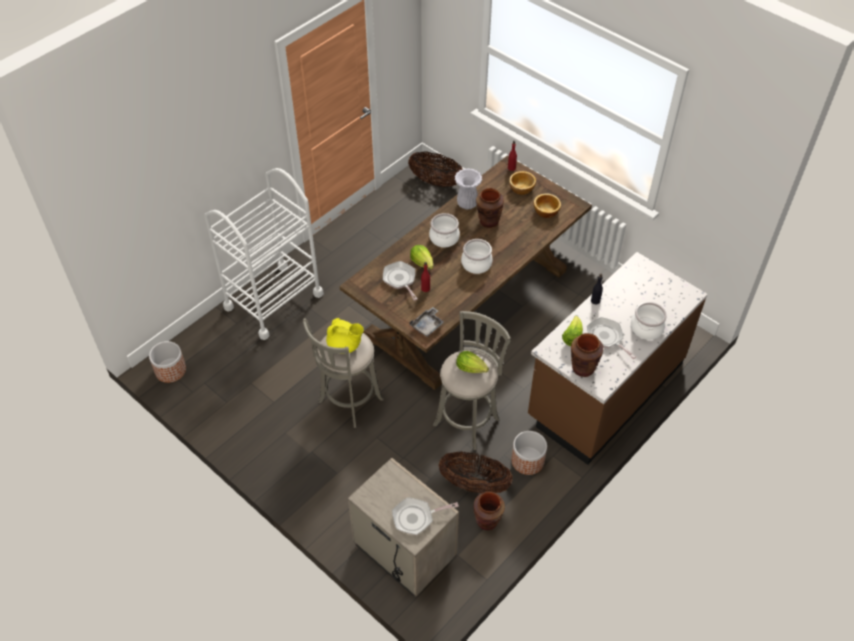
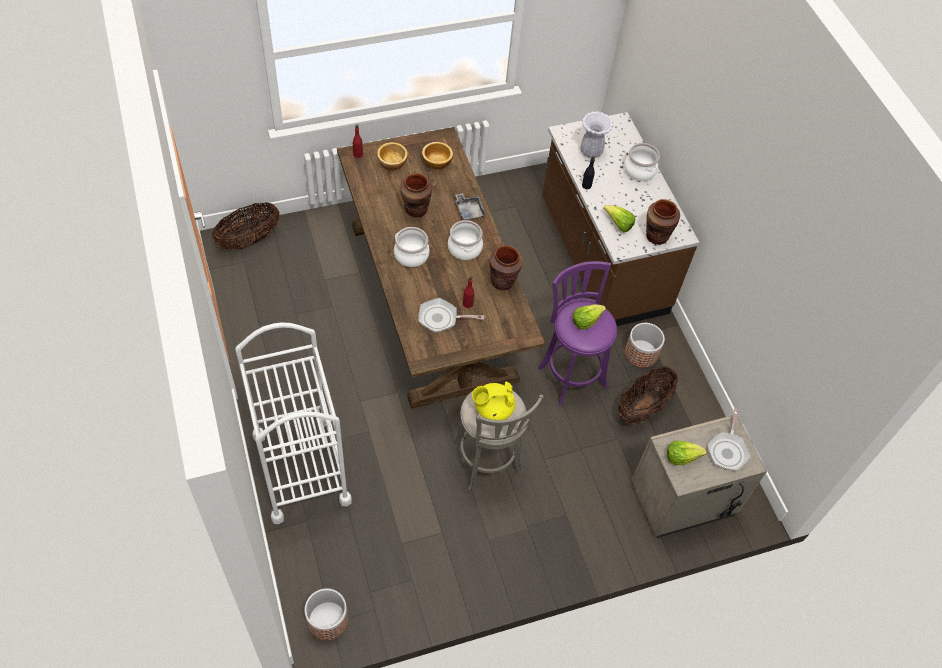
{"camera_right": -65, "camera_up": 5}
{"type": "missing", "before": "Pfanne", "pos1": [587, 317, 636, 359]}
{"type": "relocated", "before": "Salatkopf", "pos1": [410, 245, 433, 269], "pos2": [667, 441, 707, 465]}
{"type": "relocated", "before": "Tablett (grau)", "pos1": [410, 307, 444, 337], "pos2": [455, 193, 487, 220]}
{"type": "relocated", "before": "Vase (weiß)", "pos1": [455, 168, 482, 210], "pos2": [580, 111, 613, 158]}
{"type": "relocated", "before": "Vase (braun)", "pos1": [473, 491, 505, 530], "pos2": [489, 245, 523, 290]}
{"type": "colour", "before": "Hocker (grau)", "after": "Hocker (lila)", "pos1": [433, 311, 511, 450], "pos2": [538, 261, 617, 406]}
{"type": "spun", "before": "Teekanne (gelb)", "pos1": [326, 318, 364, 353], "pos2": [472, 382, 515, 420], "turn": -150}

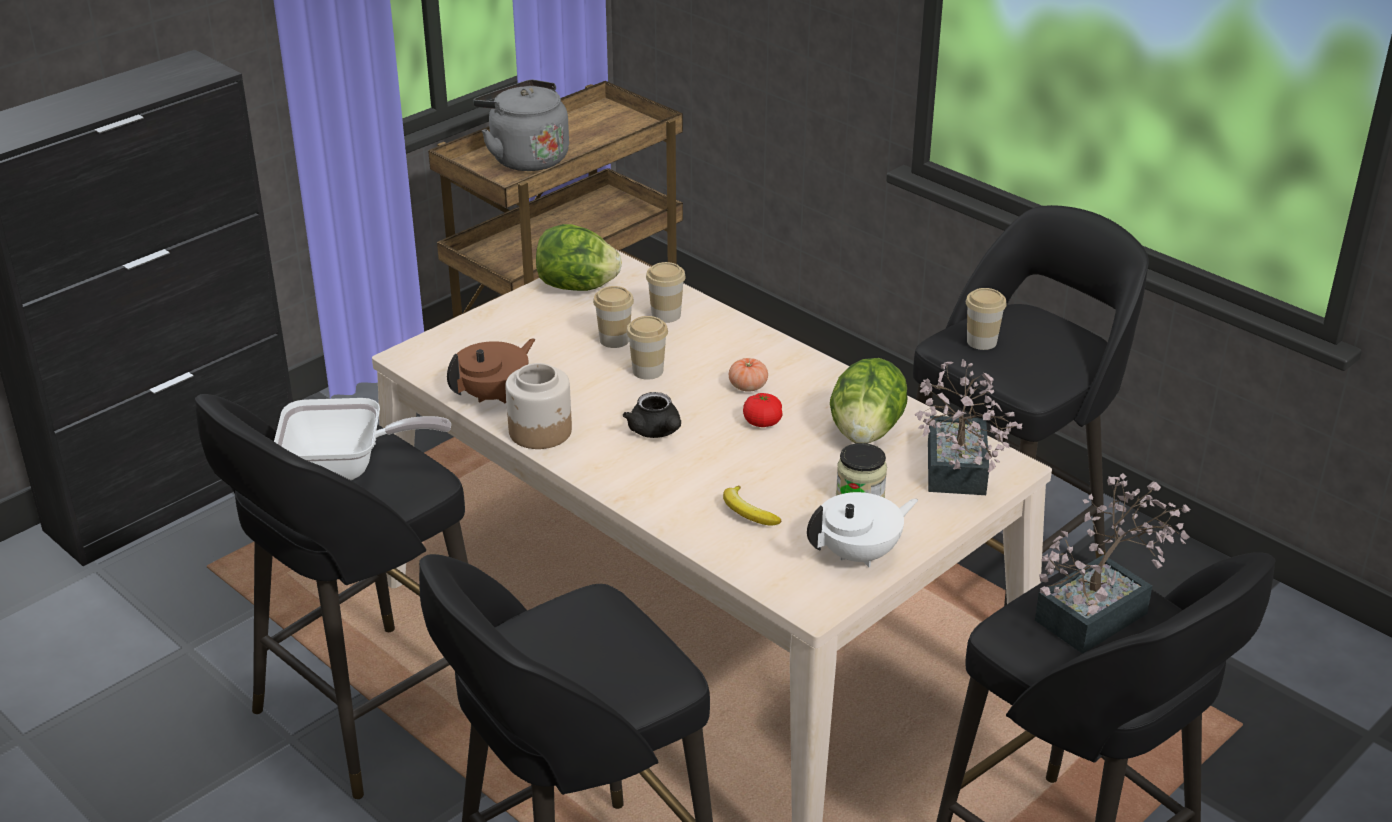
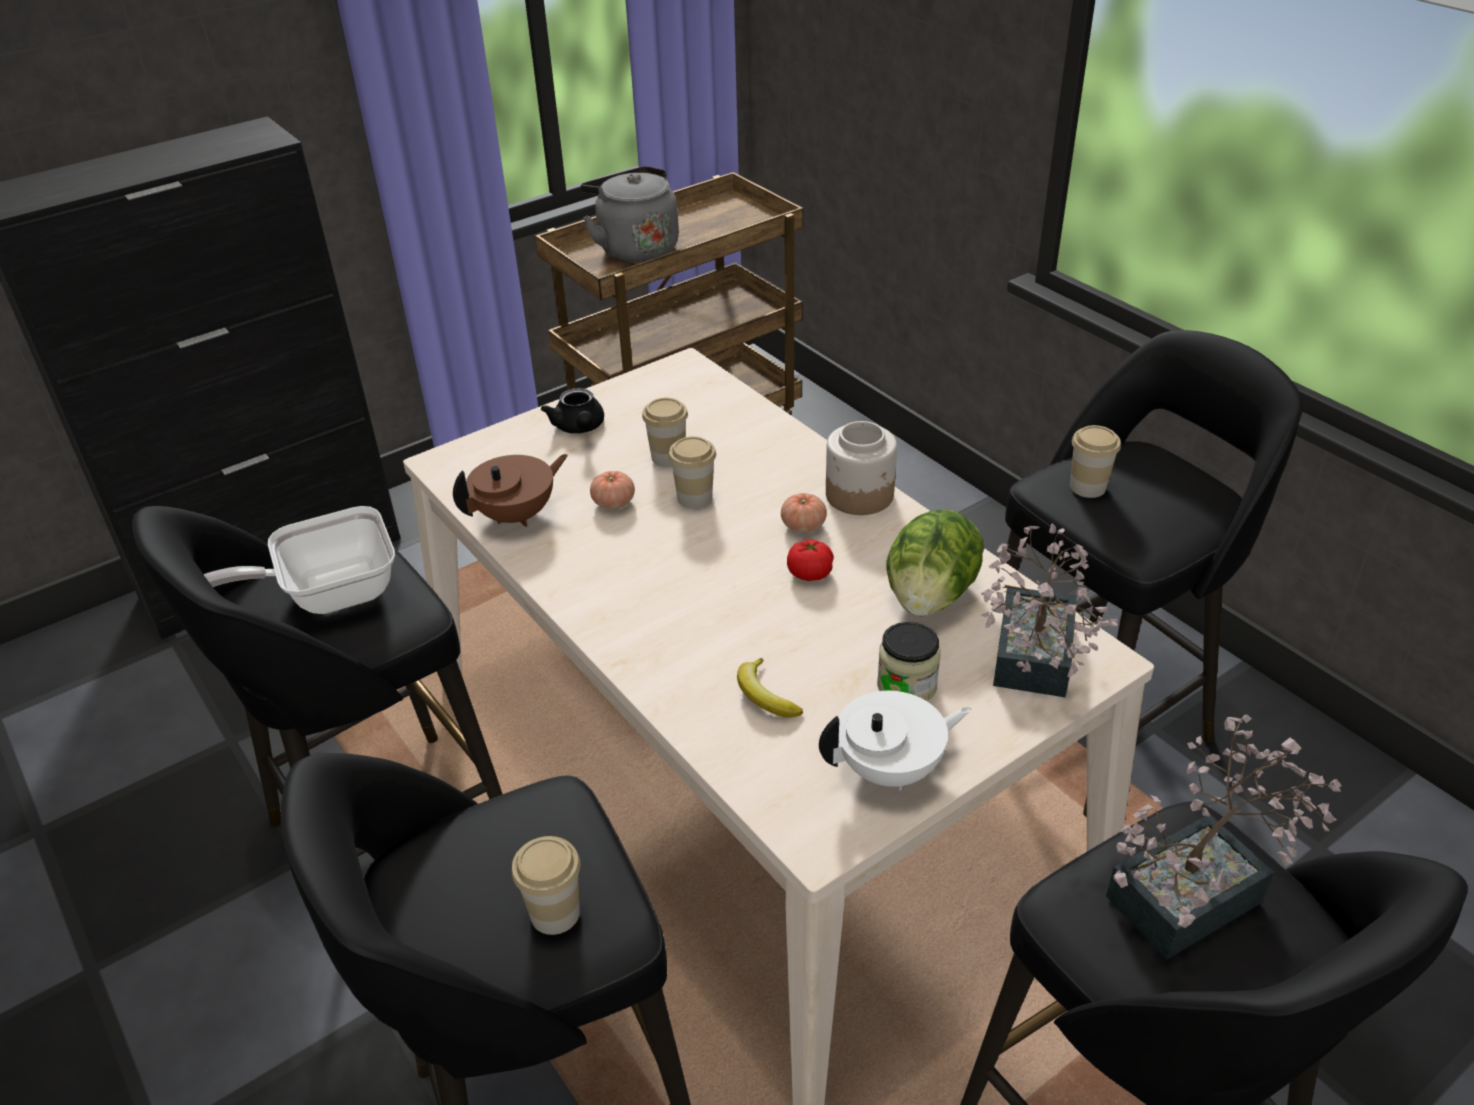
{"camera_right": 10, "camera_up": 5}
{"type": "missing", "before": "Salatkopf", "pos1": [536, 224, 622, 291]}
{"type": "appeared", "after": "Tomate", "pos2": [590, 471, 635, 509]}
{"type": "relocated", "before": "Vorratsglas", "pos1": [505, 363, 572, 449], "pos2": [826, 421, 897, 515]}
{"type": "relocated", "before": "Teekanne (schwarz)", "pos1": [623, 392, 681, 438], "pos2": [541, 388, 604, 433]}
{"type": "relocated", "before": "Tasse", "pos1": [646, 262, 686, 323], "pos2": [512, 836, 581, 935]}
{"type": "spun", "before": "Pfanne", "pos1": [274, 398, 451, 480], "pos2": [203, 506, 395, 614], "turn": 150}

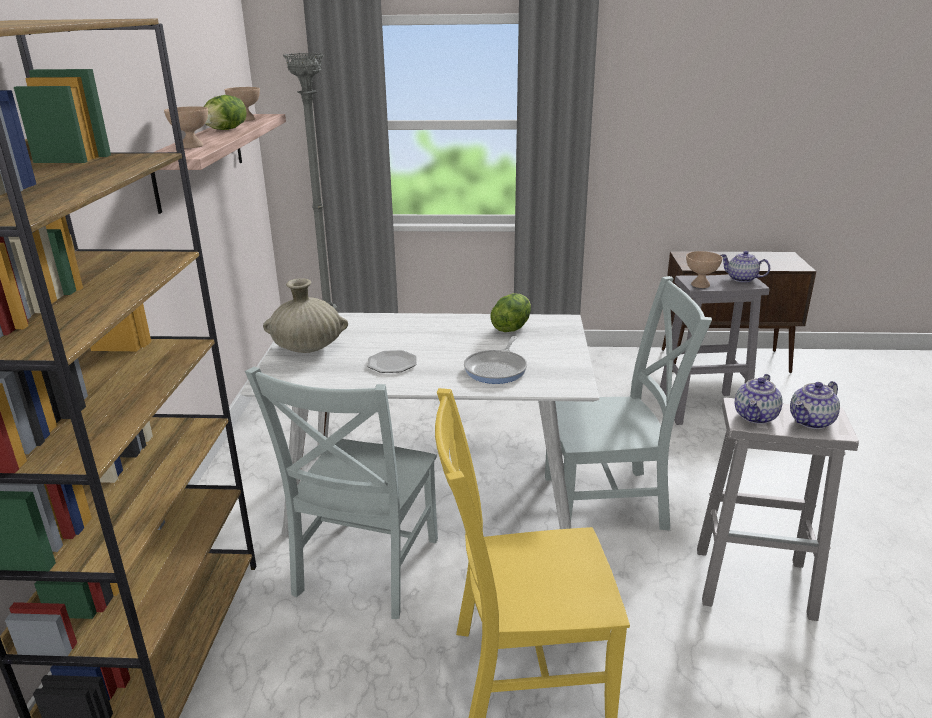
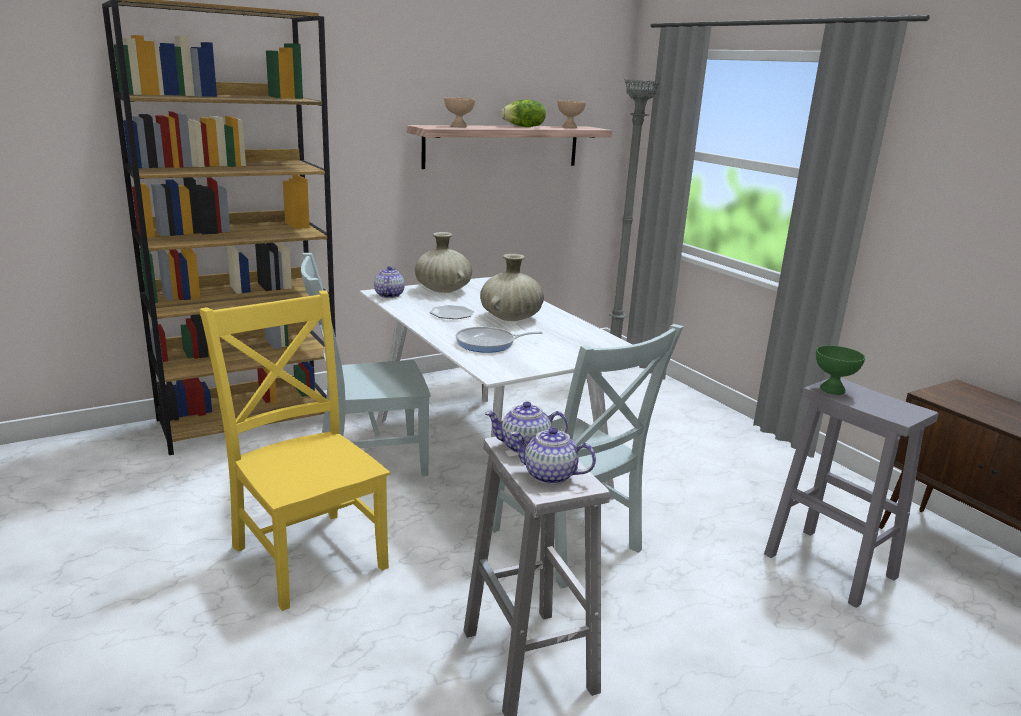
{"camera_right": 55, "camera_up": -5}
{"type": "missing", "before": "Salatkopf", "pos1": [491, 293, 531, 332]}
{"type": "appeared", "after": "Vase (beige)", "pos2": [480, 254, 544, 321]}
{"type": "relocated", "before": "Teekanne", "pos1": [720, 251, 770, 283], "pos2": [374, 266, 405, 298]}
{"type": "colour", "before": "Schüssel (beige)", "after": "Schüssel (grün)", "pos1": [686, 251, 722, 288], "pos2": [816, 345, 865, 395]}

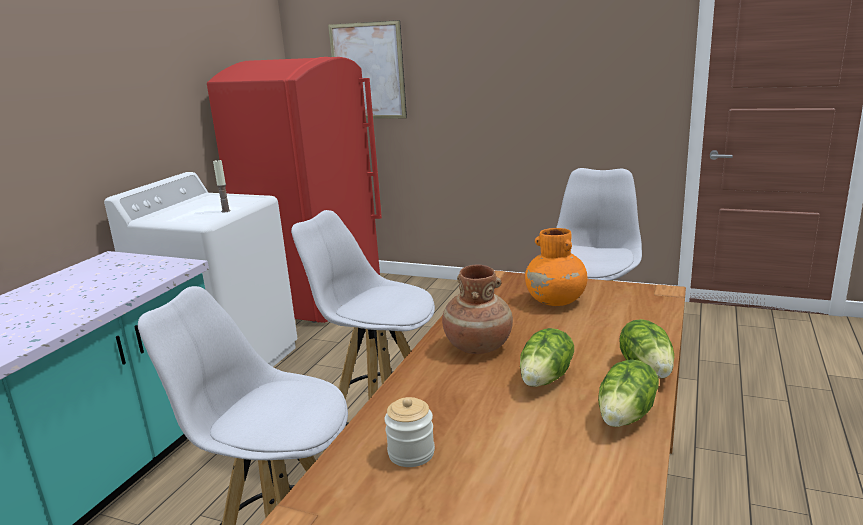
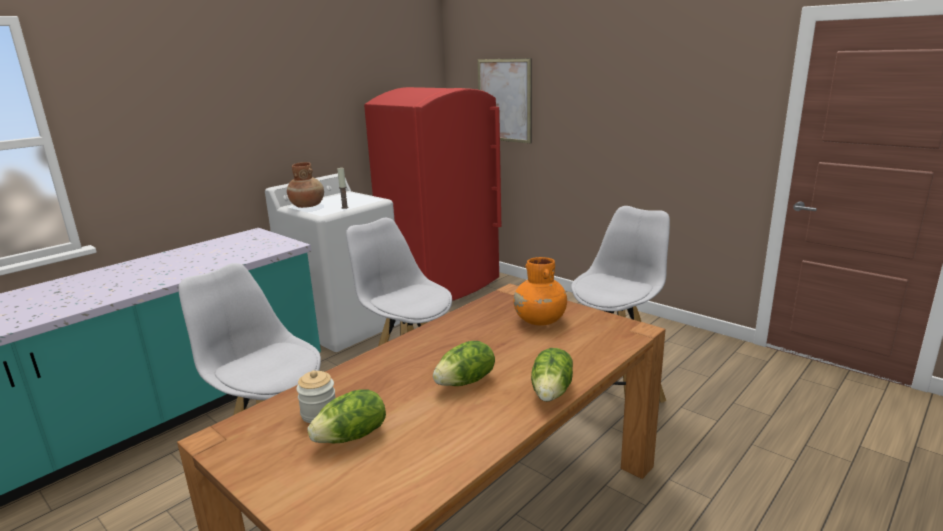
{"camera_right": 20, "camera_up": 0}
{"type": "relocated", "before": "Vase (braun)", "pos1": [442, 265, 513, 354], "pos2": [287, 162, 324, 208]}
{"type": "relocated", "before": "Salatkopf", "pos1": [598, 359, 659, 427], "pos2": [307, 389, 386, 443]}

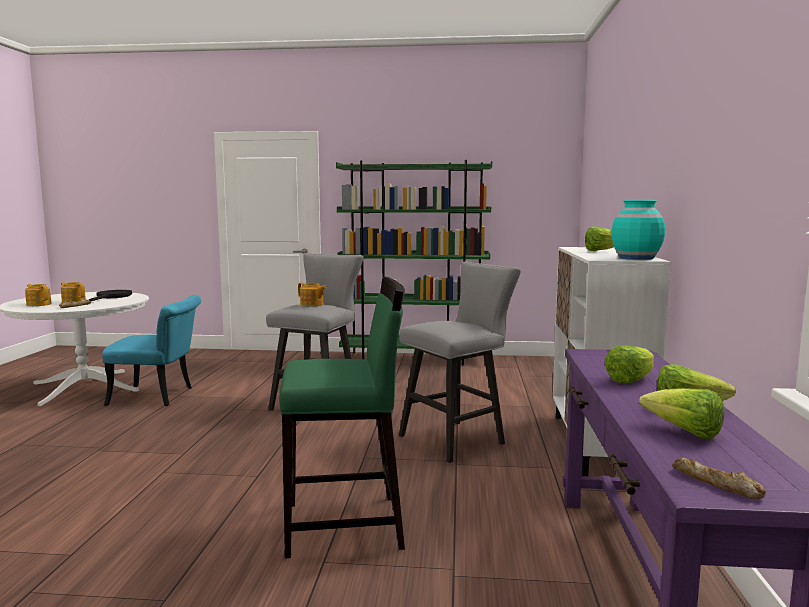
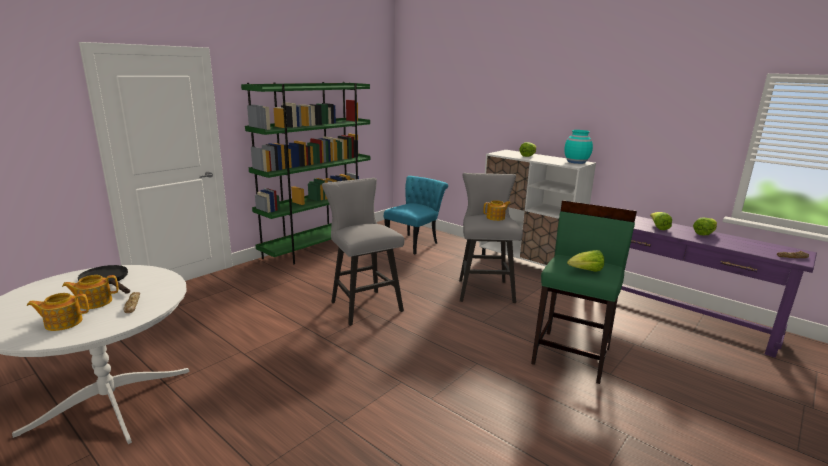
{"camera_right": -55, "camera_up": 10}
{"type": "relocated", "before": "Stuhl (türkis)", "pos1": [103, 295, 201, 406], "pos2": [384, 176, 448, 254]}
{"type": "relocated", "before": "Teekanne", "pos1": [298, 283, 327, 307], "pos2": [483, 200, 510, 221]}
{"type": "relocated", "before": "Salatkopf", "pos1": [639, 388, 724, 440], "pos2": [567, 250, 604, 272]}

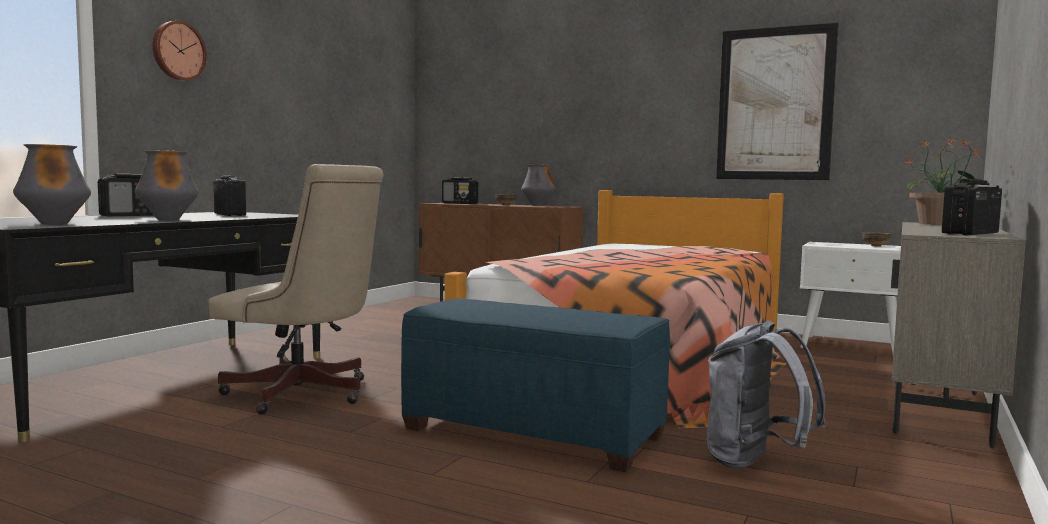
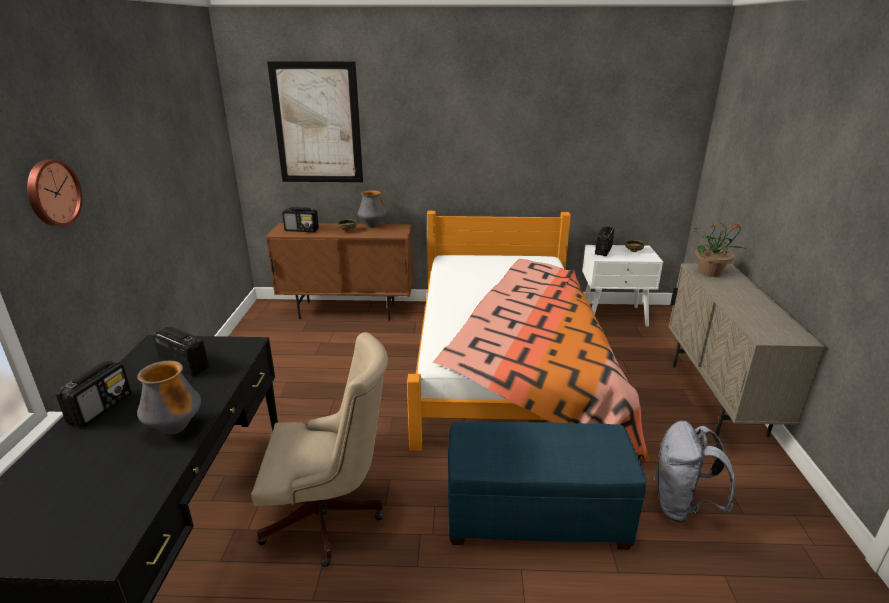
{"camera_right": -25, "camera_up": 20}
{"type": "missing", "before": "Vase", "pos1": [13, 144, 91, 225]}
{"type": "relocated", "before": "Bild", "pos1": [716, 22, 839, 180], "pos2": [267, 61, 363, 182]}
{"type": "relocated", "before": "Radio", "pos1": [942, 179, 1002, 235], "pos2": [595, 226, 614, 256]}

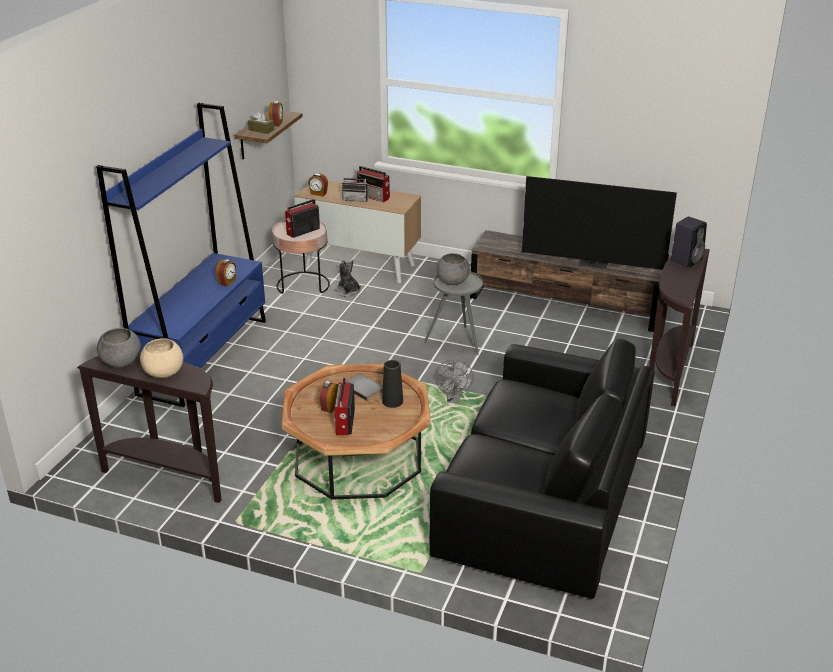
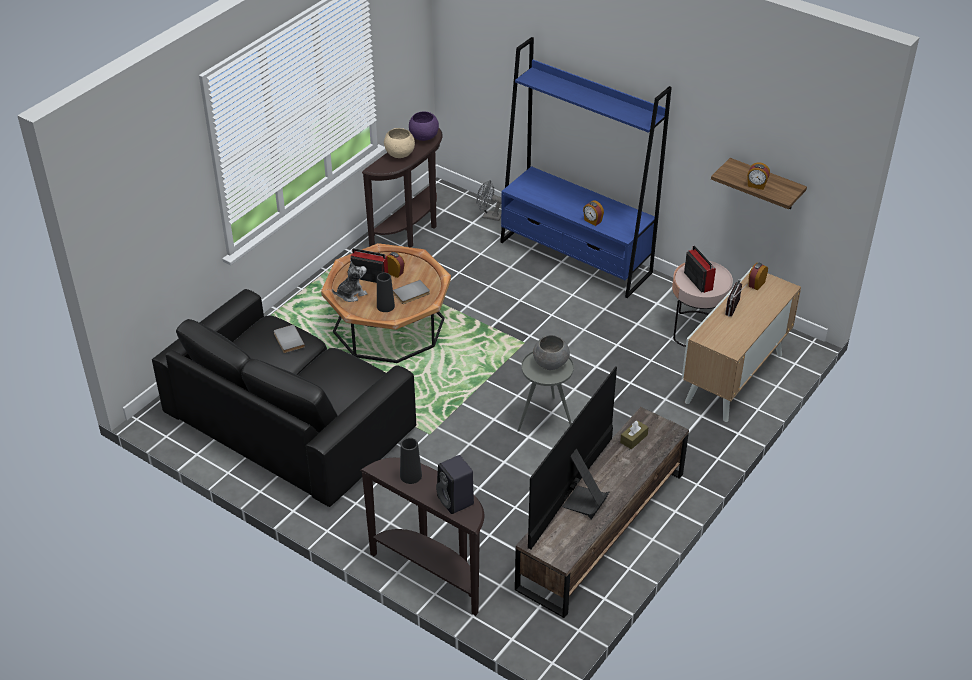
{"camera_right": 105, "camera_up": 10}
{"type": "missing", "before": "Radio", "pos1": [357, 166, 390, 202]}
{"type": "appeared", "after": "Buch (grau)", "pos2": [274, 324, 305, 353]}
{"type": "appeared", "after": "Vase (schwarz)", "pos2": [400, 438, 422, 484]}
{"type": "relocated", "before": "Taschentuchbox (braun)", "pos1": [248, 111, 274, 134], "pos2": [620, 420, 649, 449]}
{"type": "relocated", "before": "Plüschtier", "pos1": [334, 260, 361, 297], "pos2": [332, 261, 367, 302]}
{"type": "relocated", "before": "Ventilator (grau)", "pos1": [435, 359, 474, 403], "pos2": [476, 180, 502, 221]}
{"type": "colour", "before": "Schüssel (grau)", "after": "Schüssel (lila)", "pos1": [97, 328, 141, 368], "pos2": [409, 112, 439, 141]}

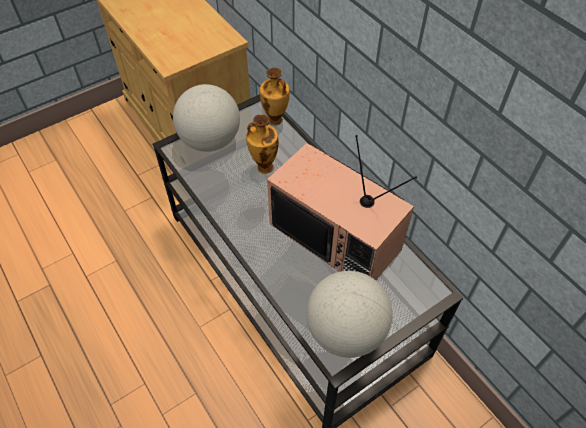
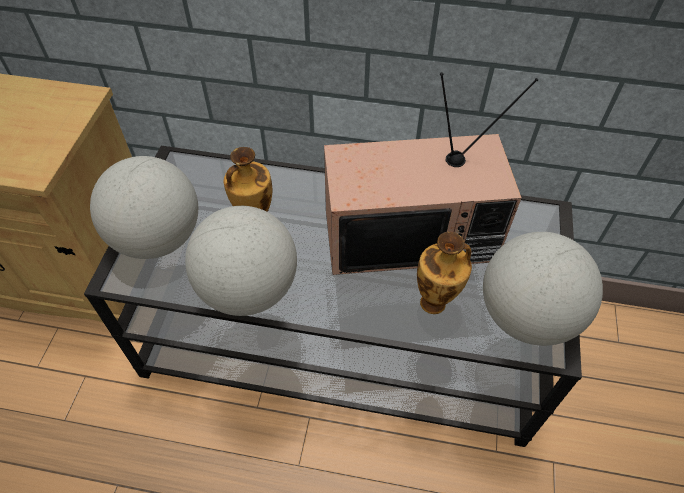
{"camera_right": -45, "camera_up": 0}
{"type": "appeared", "after": "Globus", "pos2": [185, 206, 297, 316]}
{"type": "relocated", "before": "Vase", "pos1": [260, 68, 290, 126], "pos2": [417, 232, 472, 314]}

